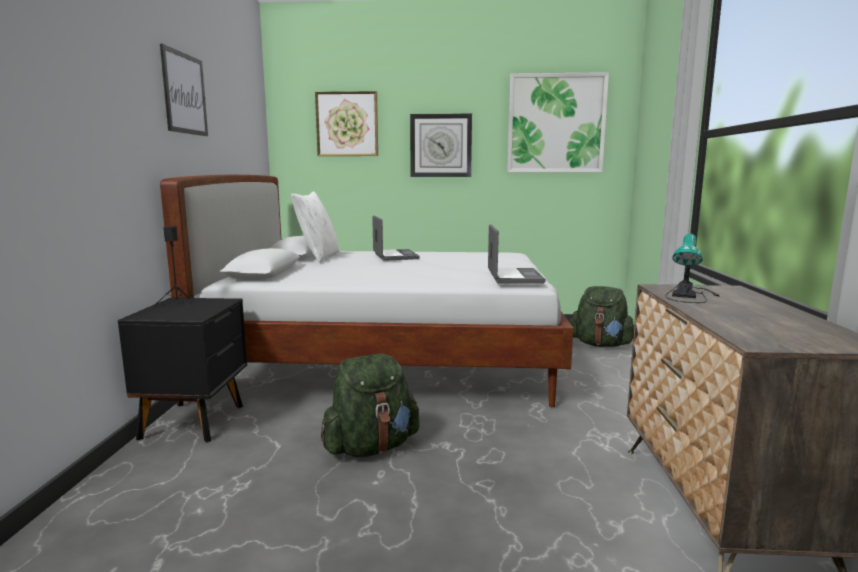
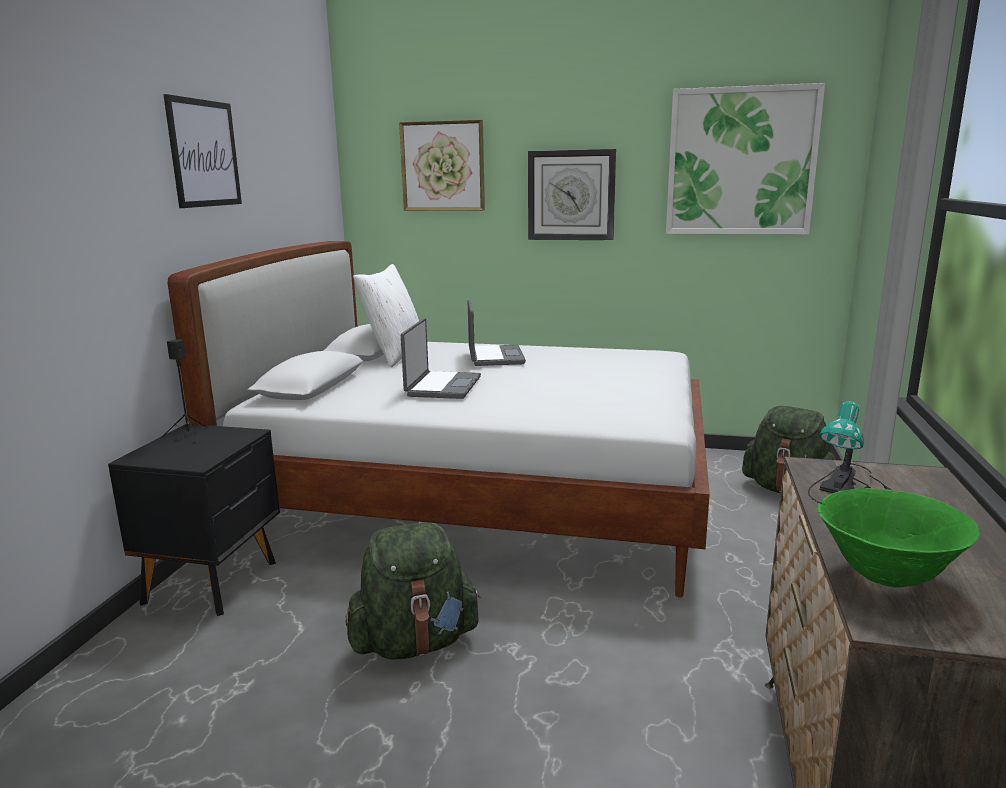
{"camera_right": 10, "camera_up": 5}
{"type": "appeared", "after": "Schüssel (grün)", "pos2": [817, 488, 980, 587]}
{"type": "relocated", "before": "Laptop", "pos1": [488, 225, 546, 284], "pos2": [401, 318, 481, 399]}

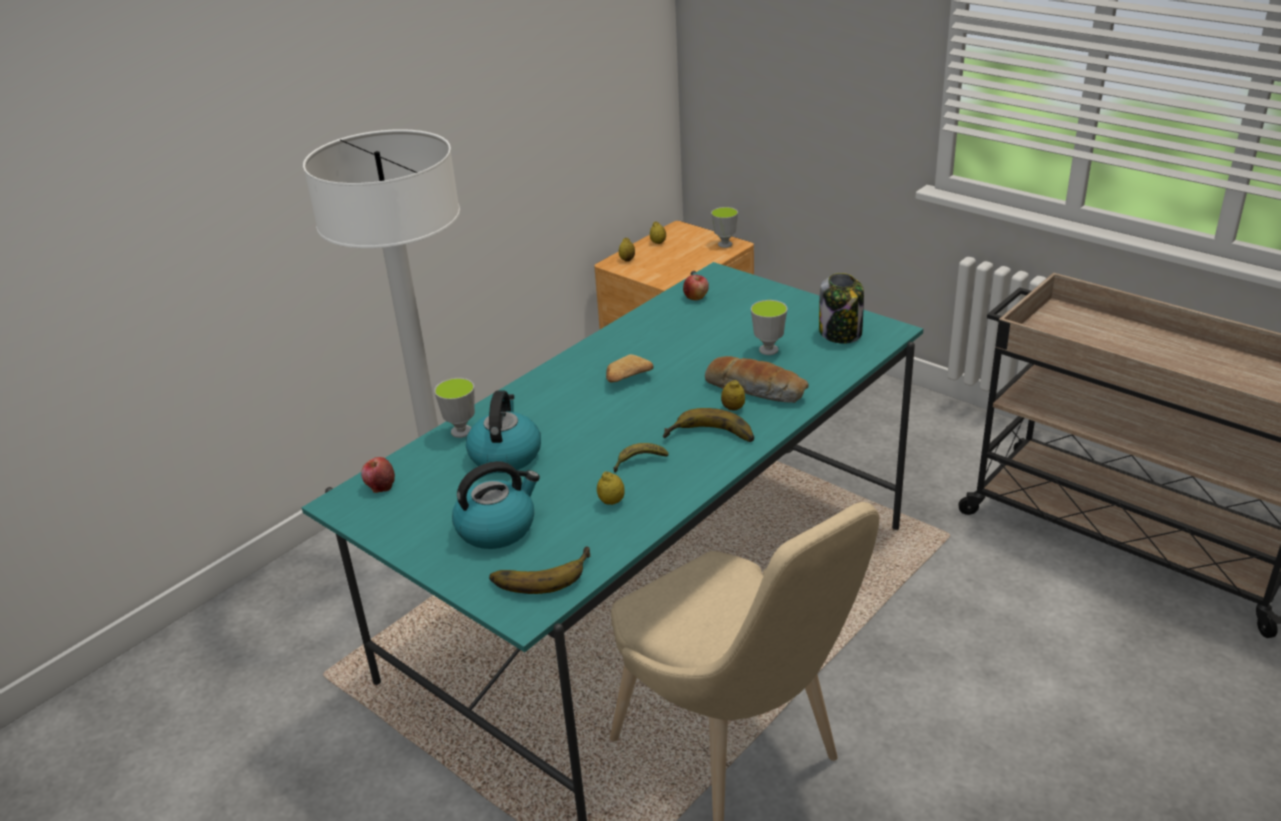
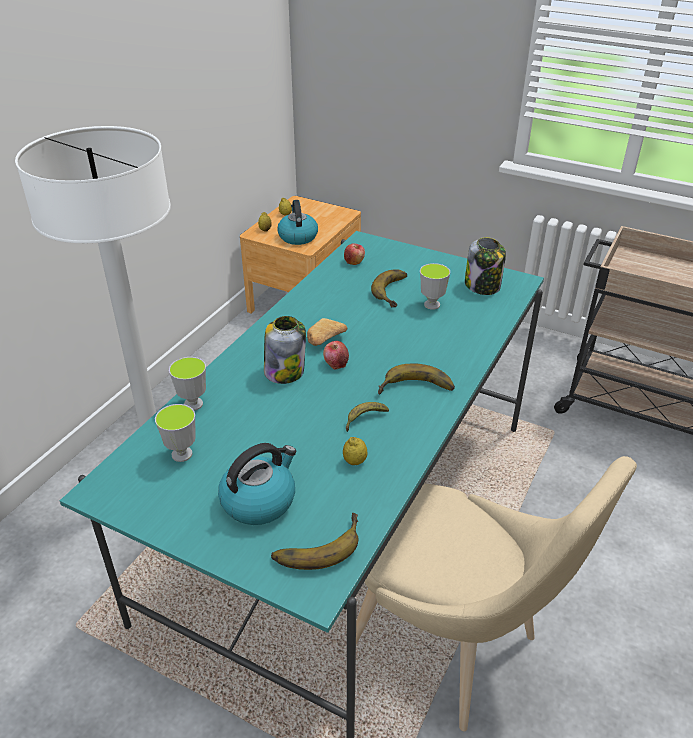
{"camera_right": -15, "camera_up": 5}
{"type": "missing", "before": "Brot", "pos1": [705, 356, 808, 403]}
{"type": "missing", "before": "Zitrone", "pos1": [721, 380, 745, 410]}
{"type": "appeared", "after": "Vorratsglas", "pos2": [264, 316, 306, 384]}
{"type": "appeared", "after": "Banane", "pos2": [371, 269, 407, 307]}
{"type": "relocated", "before": "Apfel", "pos1": [361, 457, 395, 493], "pos2": [323, 341, 349, 369]}
{"type": "relocated", "before": "Wasserkessel", "pos1": [466, 390, 541, 473], "pos2": [277, 200, 318, 245]}
{"type": "relocated", "before": "Tasse", "pos1": [711, 207, 738, 248], "pos2": [155, 404, 195, 462]}

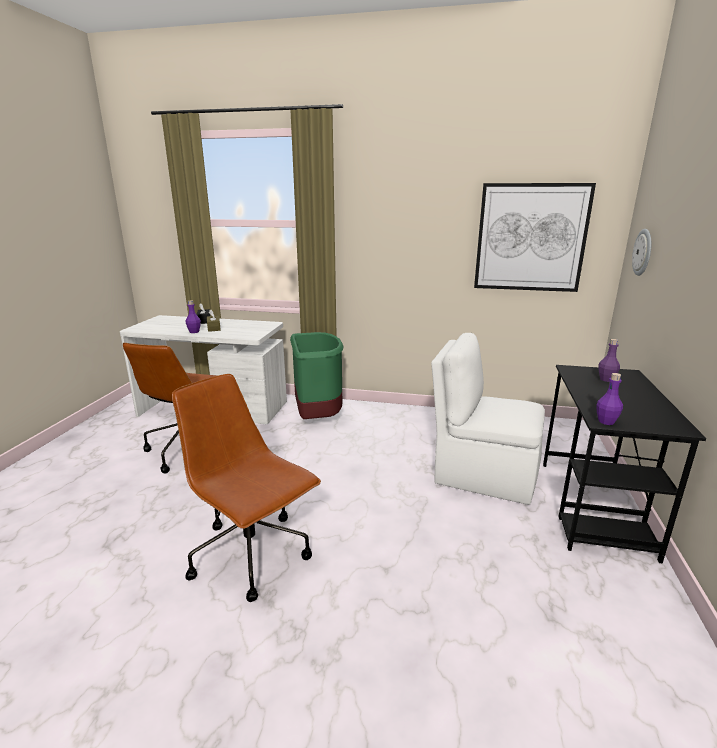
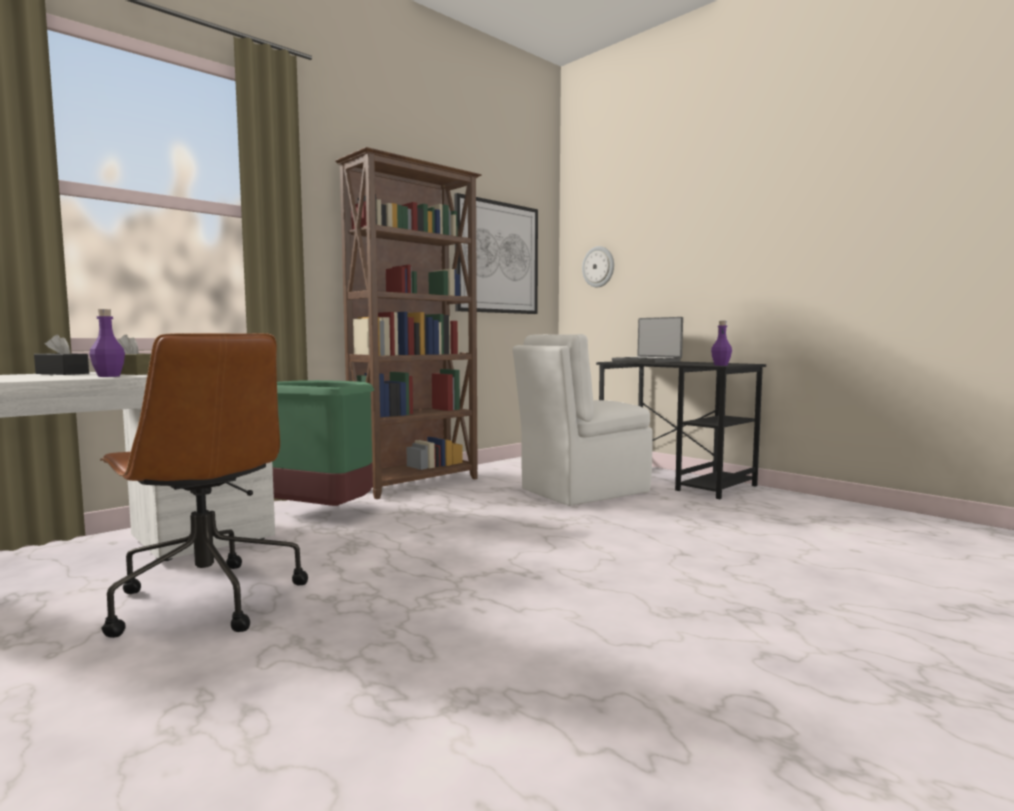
{"camera_right": -55, "camera_up": -15}
{"type": "missing", "before": "Bürostuhl (braun)", "pos1": [172, 374, 321, 602]}
{"type": "appeared", "after": "Bücherregal (braun)", "pos2": [335, 147, 482, 499]}
{"type": "exchanged", "before": "Flasche (lila)", "after": "Laptop", "pos1": [599, 339, 620, 382], "pos2": [612, 317, 683, 363]}

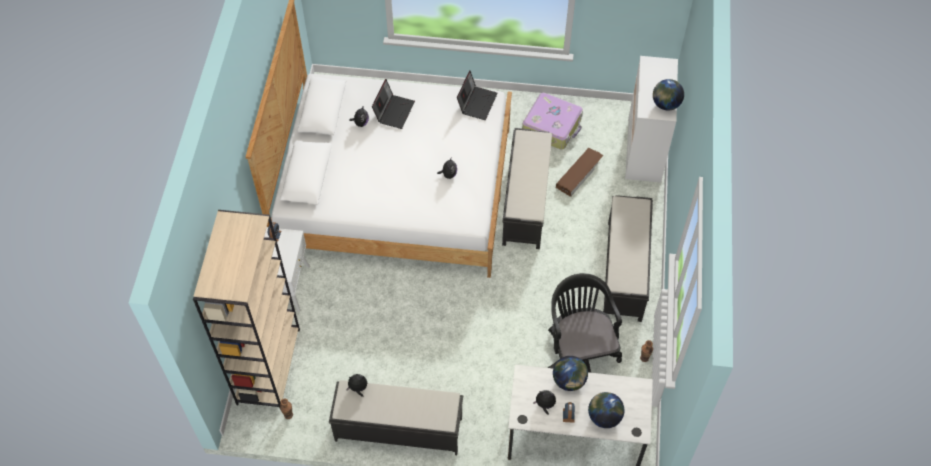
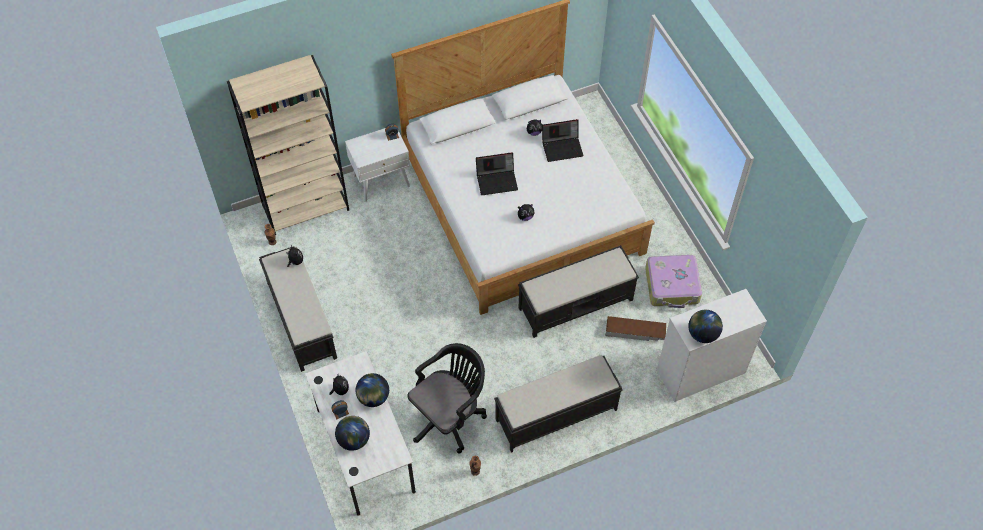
{"camera_right": 60, "camera_up": 0}
{"type": "relocated", "before": "Laptop", "pos1": [457, 70, 498, 120], "pos2": [476, 152, 518, 195]}

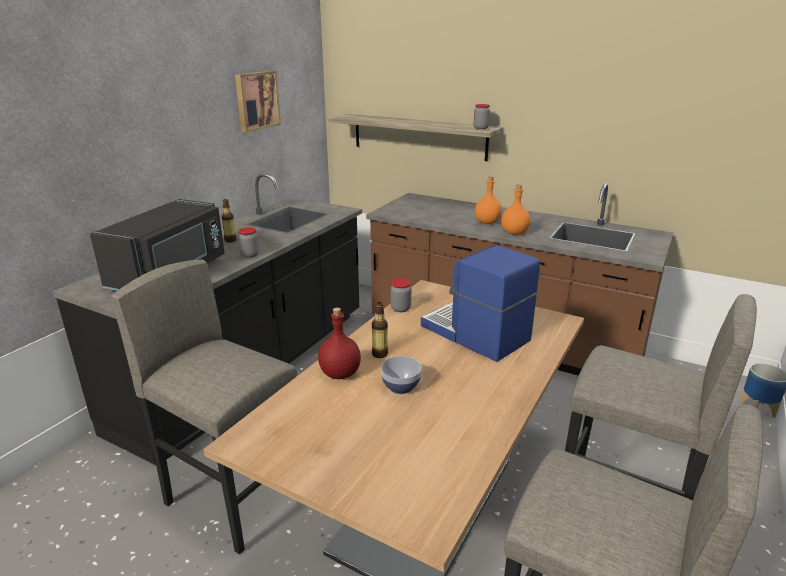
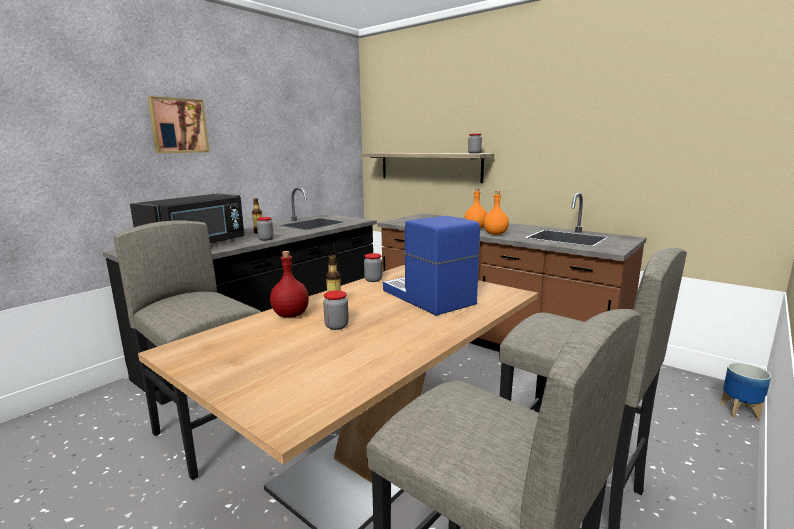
{"camera_right": 10, "camera_up": -10}
{"type": "relocated", "before": "Bild", "pos1": [235, 71, 281, 133], "pos2": [148, 96, 209, 153]}
{"type": "exchanged", "before": "Schüssel", "after": "Vorratsglas", "pos1": [381, 356, 422, 394], "pos2": [323, 290, 349, 330]}

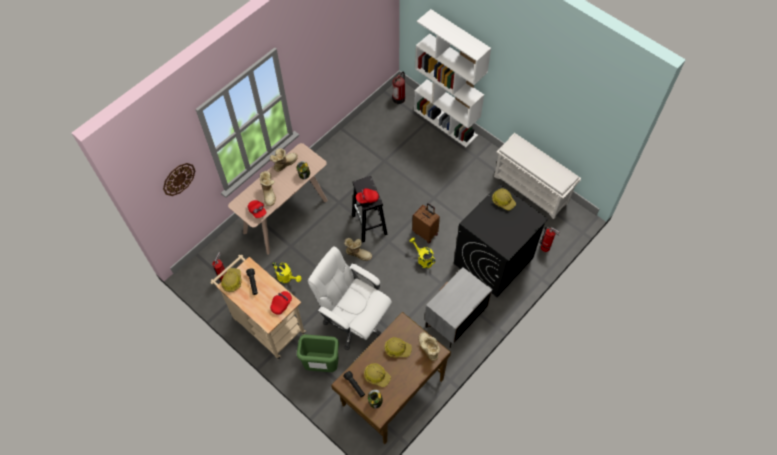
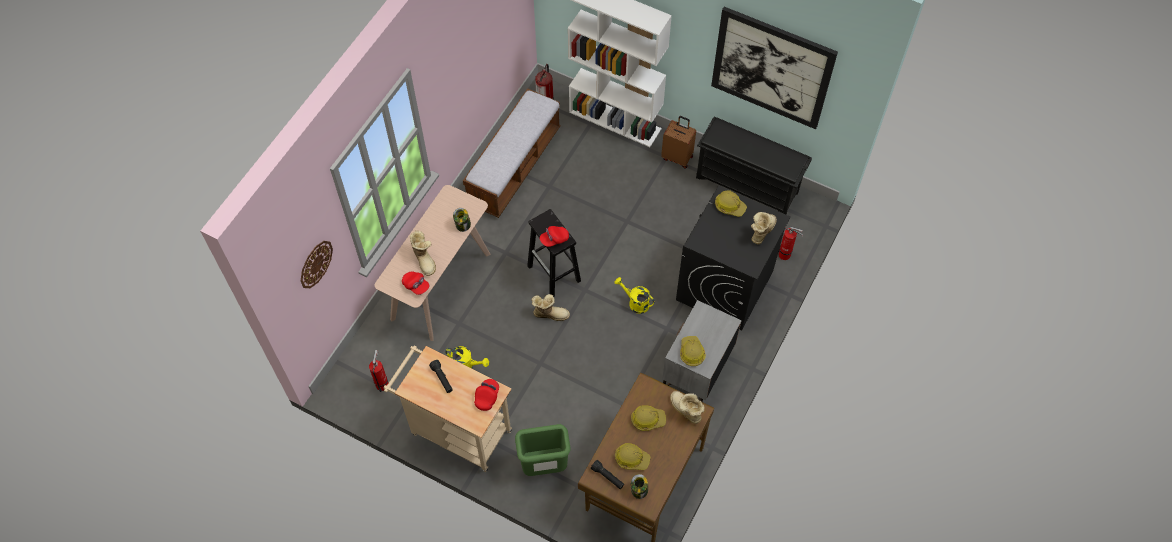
{"camera_right": -15, "camera_up": 0}
{"type": "missing", "before": "Bürostuhl (weiß)", "pos1": [308, 246, 392, 350]}
{"type": "appeared", "after": "Bank", "pos2": [463, 88, 560, 218]}
{"type": "appeared", "after": "Bild", "pos2": [711, 7, 838, 129]}
{"type": "relocated", "before": "Schutzhelm", "pos1": [221, 268, 242, 292], "pos2": [680, 336, 706, 366]}
{"type": "relocated", "before": "Stiefel", "pos1": [270, 148, 298, 172], "pos2": [751, 212, 777, 245]}
{"type": "relocated", "before": "Koffer (braun)", "pos1": [412, 203, 440, 243], "pos2": [661, 116, 696, 169]}
{"type": "colour", "before": "Schuhregal (weiß)", "after": "Schuhregal (schwarz)", "pos1": [494, 133, 581, 219], "pos2": [696, 116, 812, 215]}

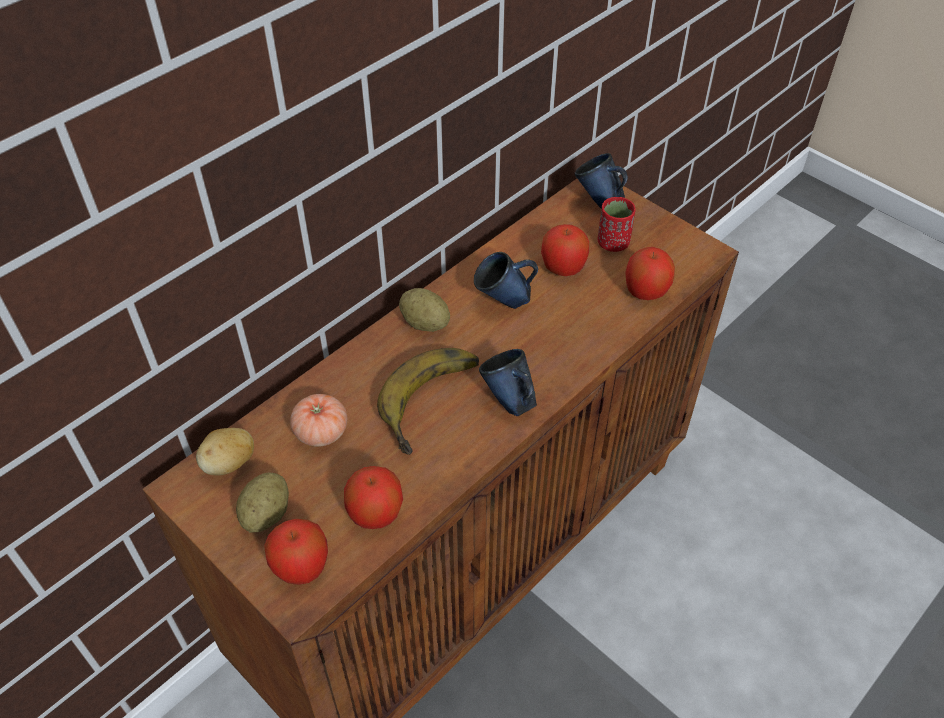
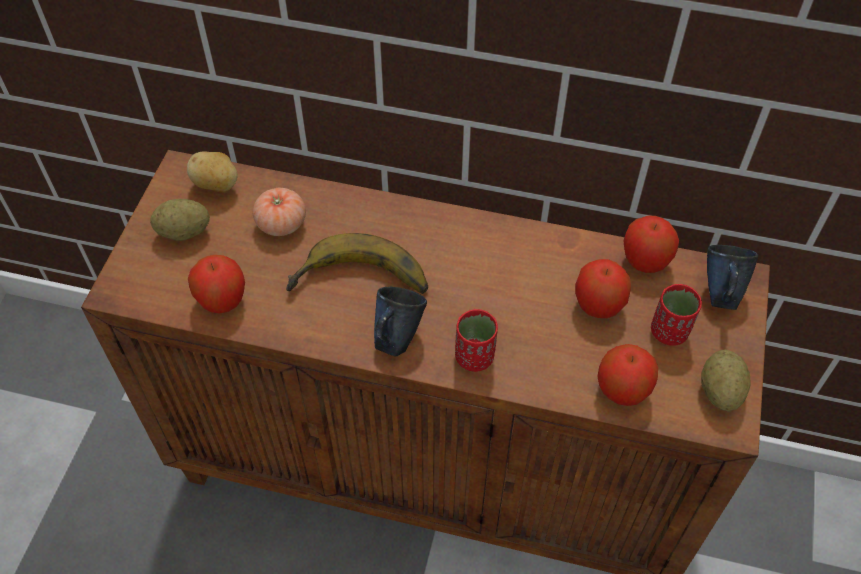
{"camera_right": 60, "camera_up": 5}
{"type": "missing", "before": "Henkelbecher (blau)", "pos1": [474, 252, 538, 309]}
{"type": "appeared", "after": "Tasse (rot)", "pos2": [455, 309, 498, 372]}
{"type": "relocated", "before": "Apfel", "pos1": [264, 519, 328, 585], "pos2": [623, 215, 679, 273]}
{"type": "relocated", "before": "Kartoffel", "pos1": [399, 288, 450, 332], "pos2": [701, 350, 751, 411]}

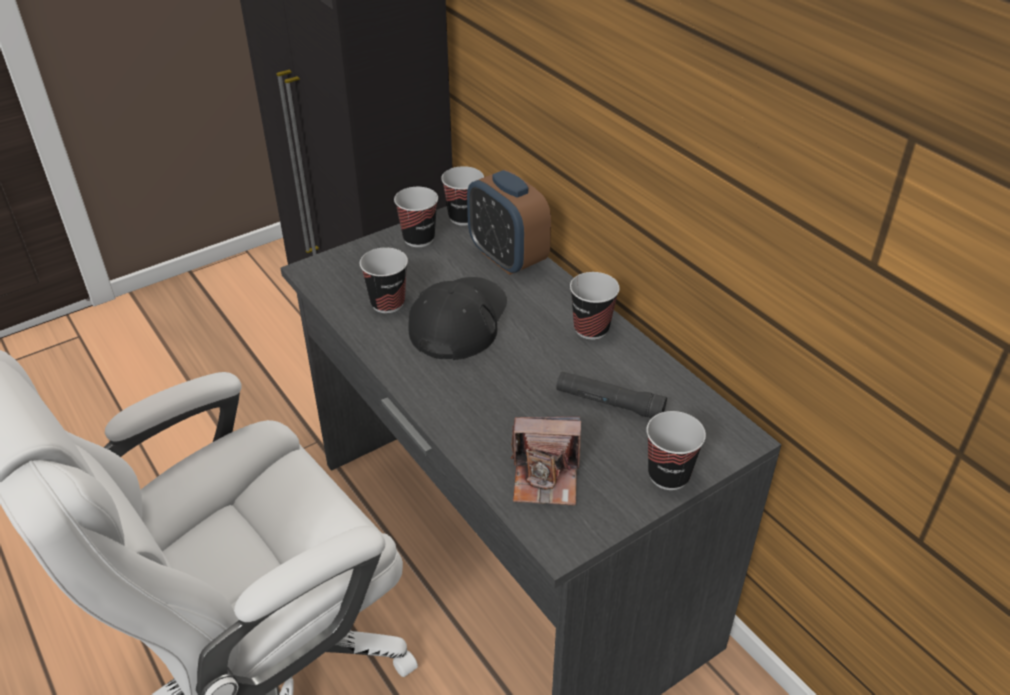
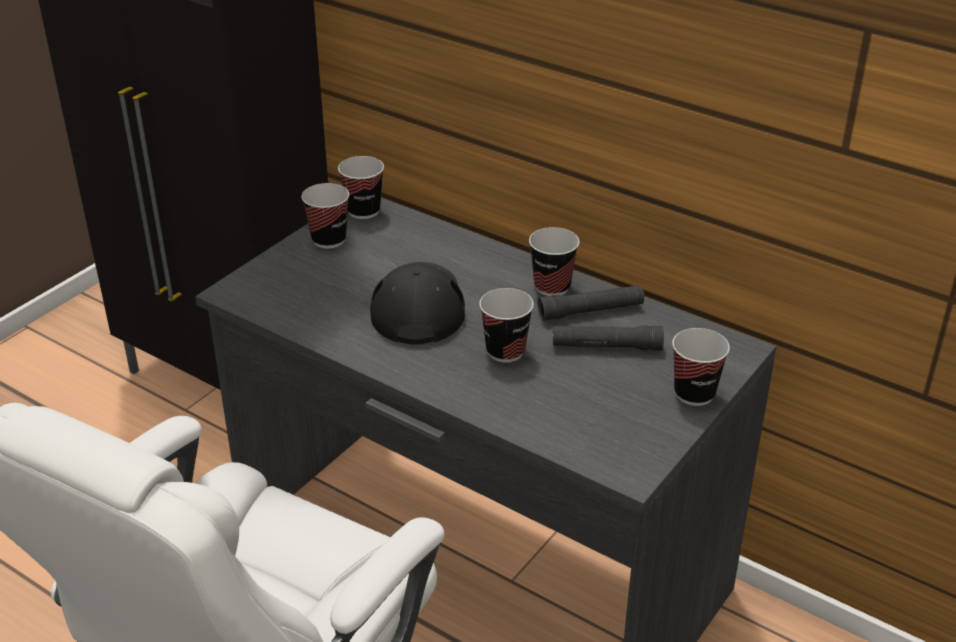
{"camera_right": -20, "camera_up": -5}
{"type": "missing", "before": "Wecker", "pos1": [467, 170, 551, 275]}
{"type": "missing", "before": "Kamera", "pos1": [511, 417, 581, 505]}
{"type": "appeared", "after": "Taschenlampe (schwarz)", "pos2": [538, 285, 644, 321]}
{"type": "relocated", "before": "Tasse", "pos1": [360, 248, 408, 313], "pos2": [479, 288, 534, 362]}

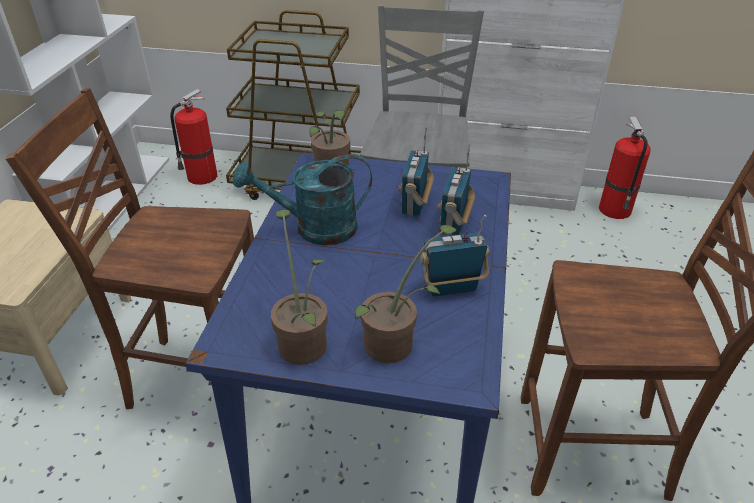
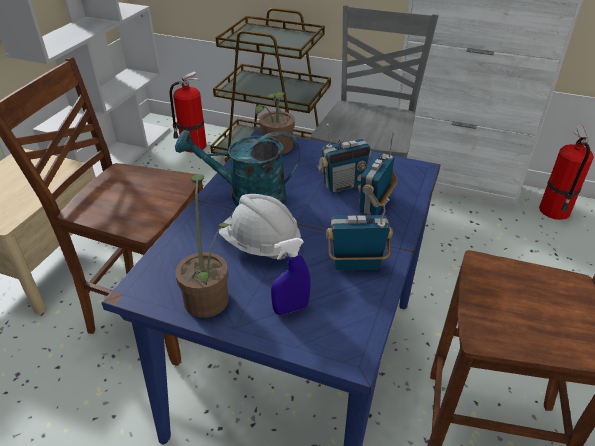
{"camera_right": 10, "camera_up": 0}
{"type": "appeared", "after": "Schutzhelm (weiß)", "pos2": [219, 194, 301, 260]}
{"type": "exchanged", "before": "Topfpflanze", "after": "Sprühflasche (blau)", "pos1": [355, 225, 457, 363], "pos2": [271, 238, 310, 315]}
{"type": "spun", "before": "Radio", "pos1": [398, 128, 434, 216], "pos2": [317, 124, 371, 193], "turn": -135}

